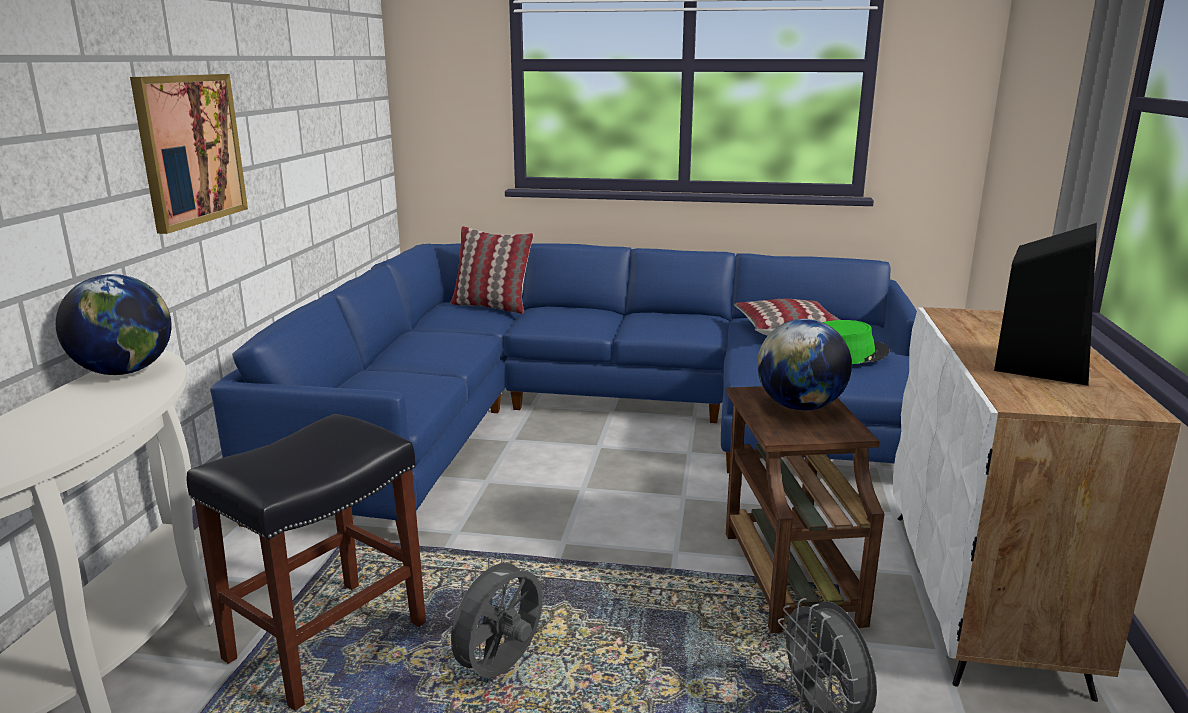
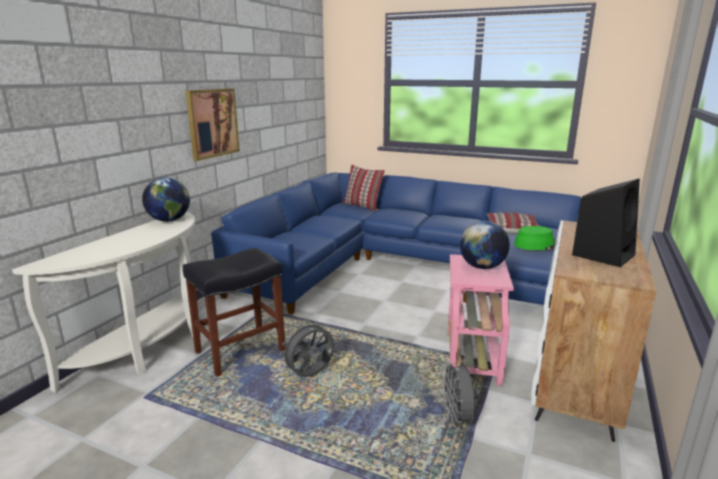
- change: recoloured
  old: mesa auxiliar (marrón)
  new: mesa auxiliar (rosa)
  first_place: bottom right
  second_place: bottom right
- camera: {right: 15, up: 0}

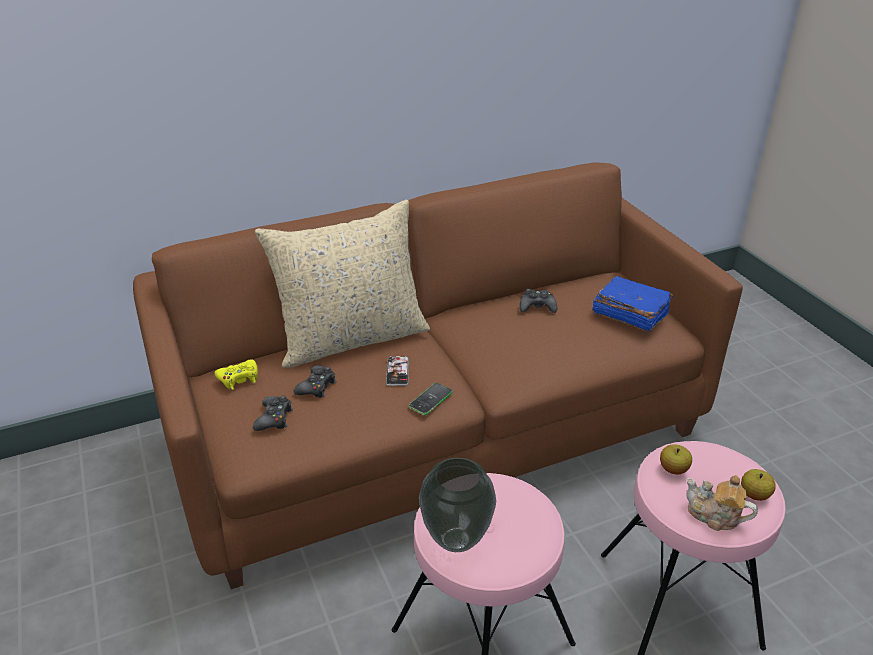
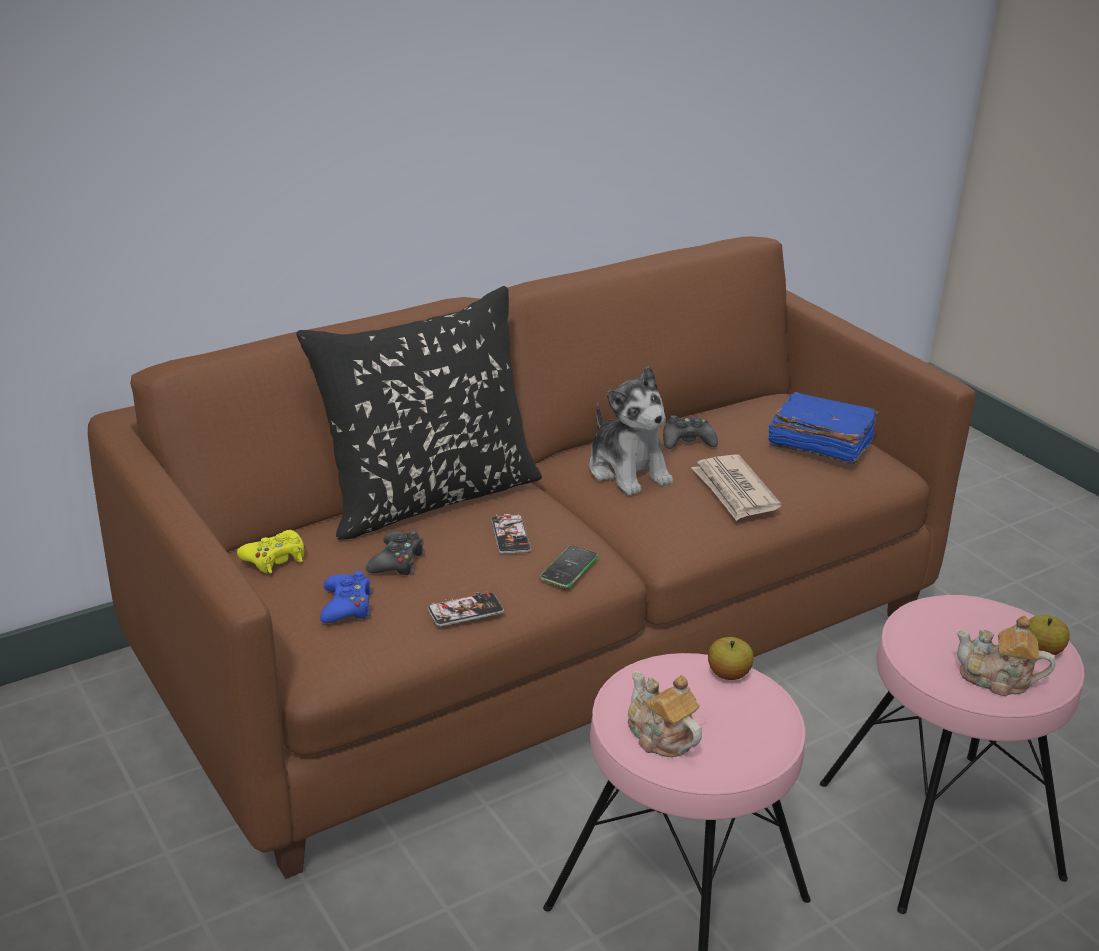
- change: added
  new: móvil (1st from left)
  second_place: centre
- change: added
  new: peluche
  second_place: centre
- change: added
  new: periódico
  second_place: middle right
- change: moved
  old: manzana (1st from left)
  first_place: bottom right
  second_place: bottom centre
- change: replaced
  old: florero
  new: tetera (1st from left)
  first_place: bottom centre
  second_place: bottom centre
- change: recoloured
  old: mando de consola (negro) (1st from left)
  new: mando de consola (azul)
  first_place: middle left
  second_place: middle left
- change: recoloured
  old: cojín (beis)
  new: cojín (negro)
  first_place: centre
  second_place: centre
- camera: {right: -10, up: -5}

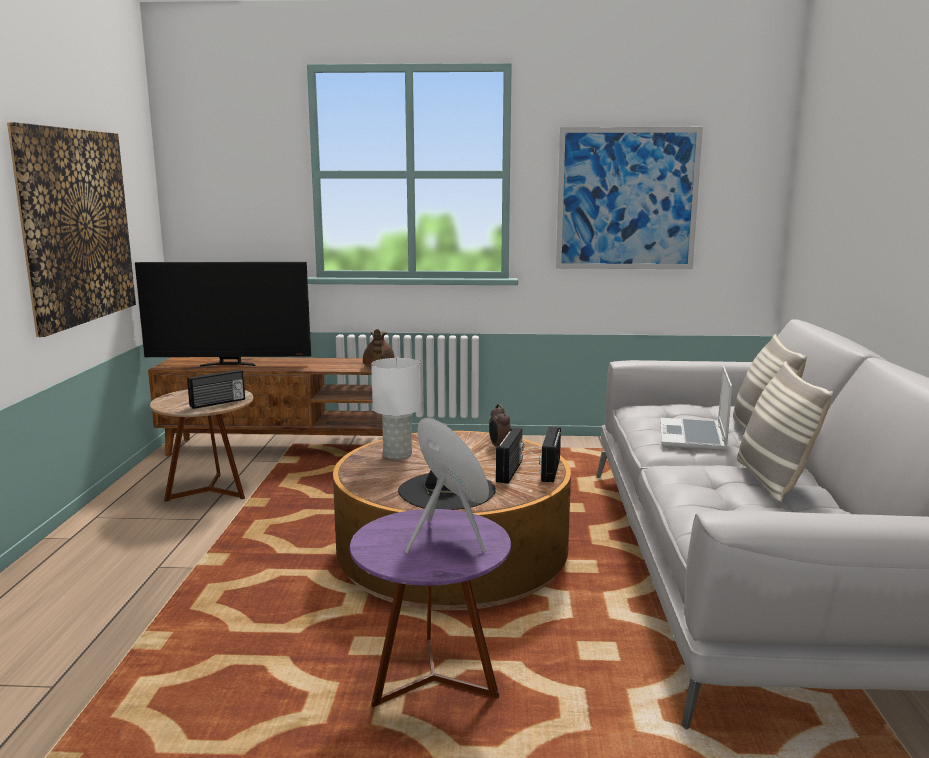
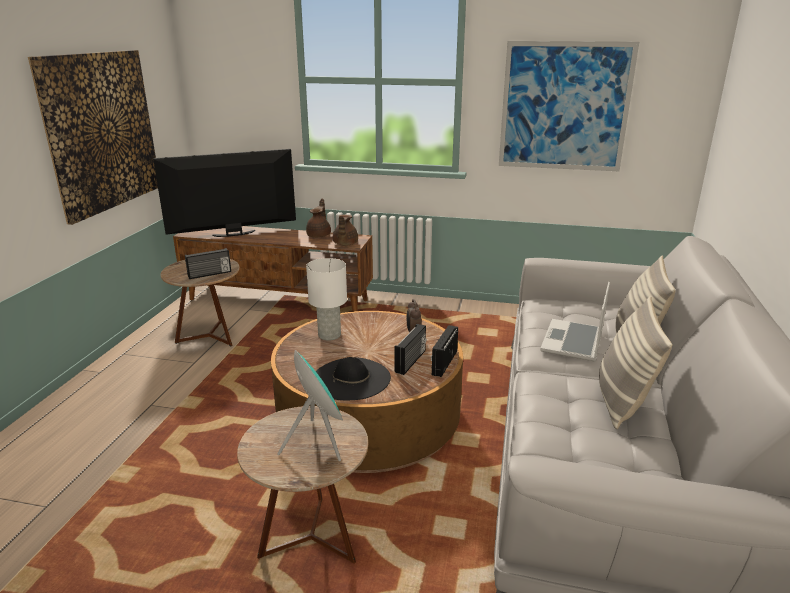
- change: added
  new: tetera (marrón) (1st from left)
  second_place: centre
- change: recoloured
  old: mesa auxiliar (morado)
  new: mesa auxiliar (marrón) (2nd from left)
  first_place: bottom centre
  second_place: bottom centre
- change: turned
  old: televisor
  first_place: middle left
  second_place: top left
  degrees: 150
- camera: {right: 10, up: 10}

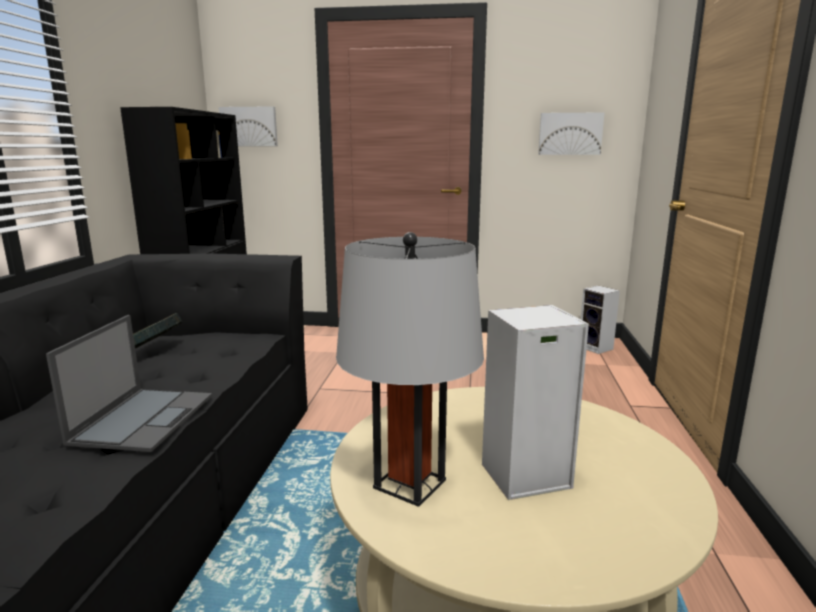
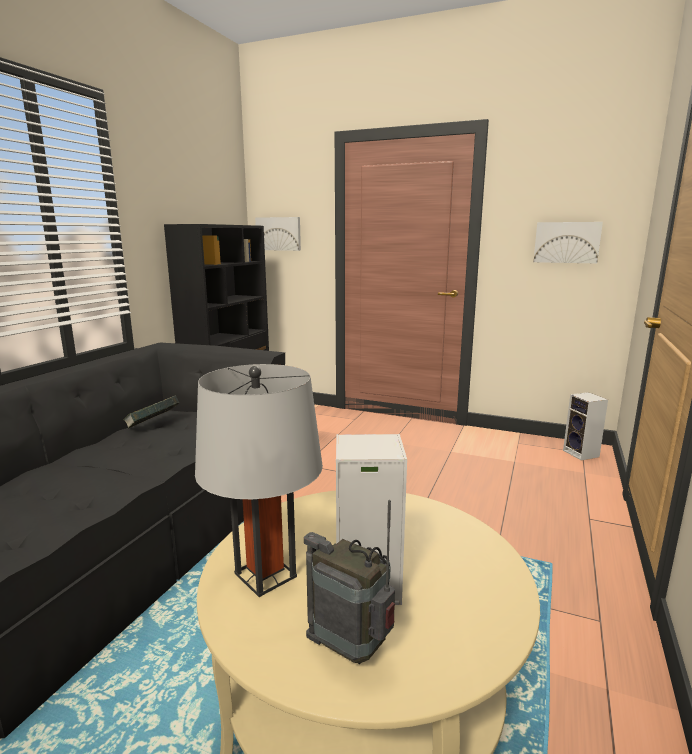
- change: removed
  old: portátil
  first_place: middle left
- change: added
  new: radio
  second_place: bottom centre
- camera: {right: 15, up: 0}

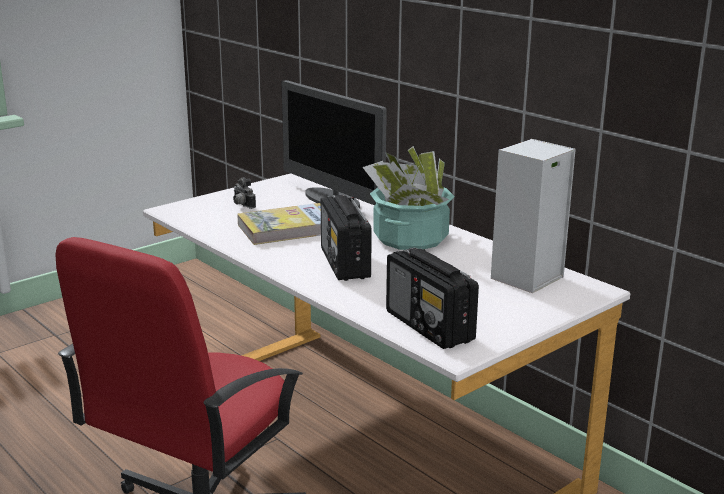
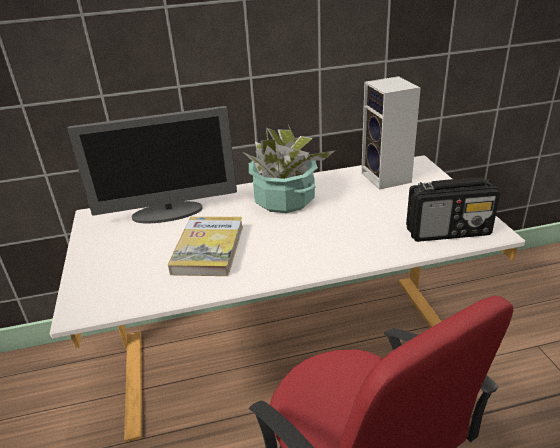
- change: removed
  old: cámara
  first_place: centre
- change: removed
  old: radio (1st from left)
  first_place: centre
- camera: {right: -60, up: 10}

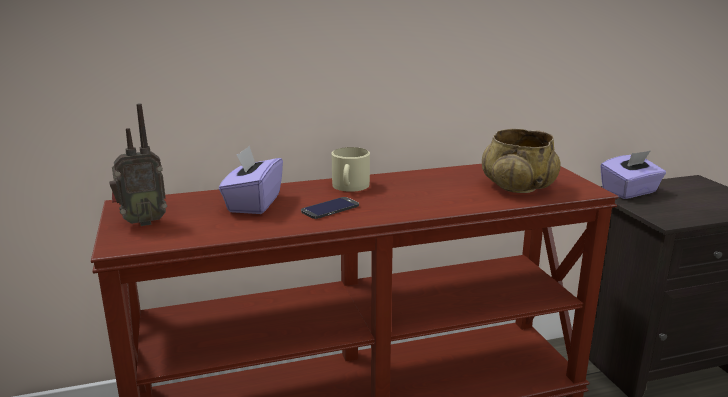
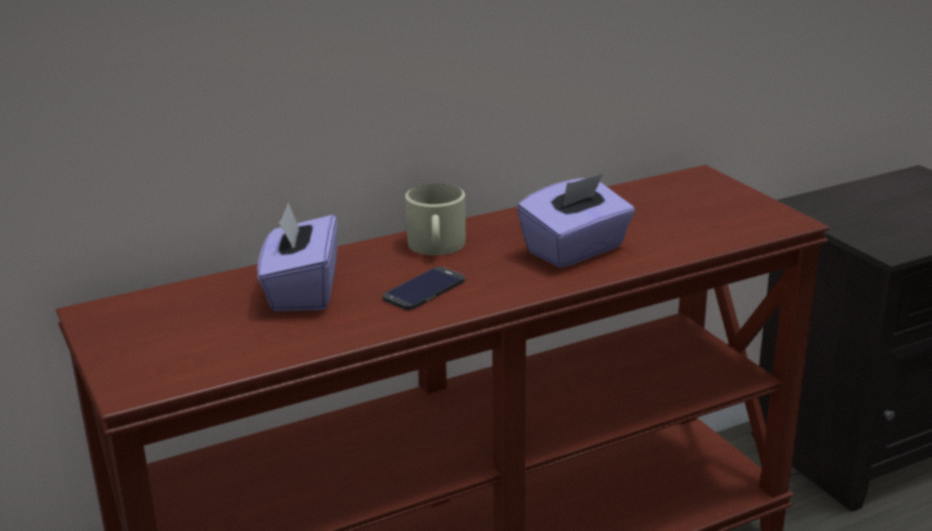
- change: removed
  old: radio
  first_place: middle left
- change: removed
  old: cuenco (beis)
  first_place: middle right
- change: moved
  old: caja de pañuelos (morado) (2nd from left)
  first_place: middle right
  second_place: centre
- camera: {right: -10, up: 5}

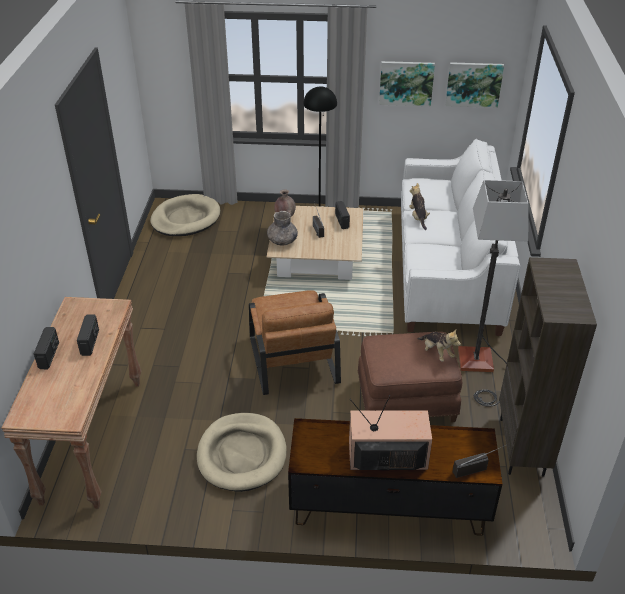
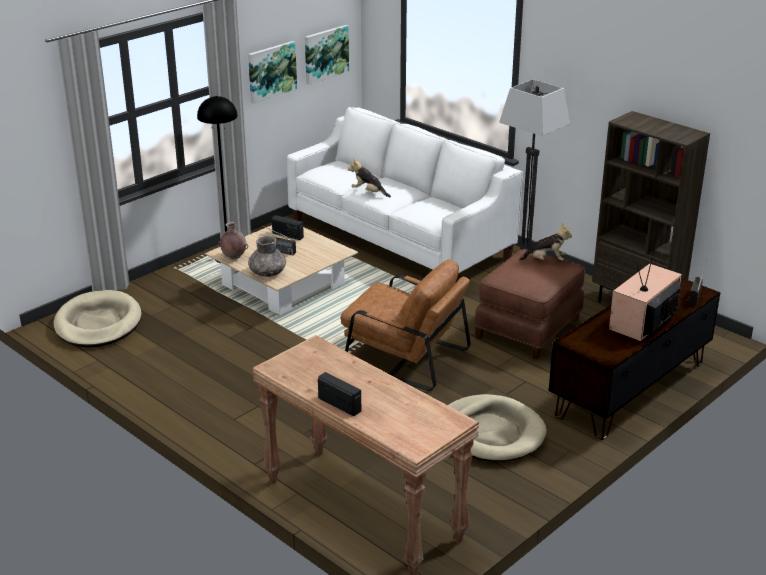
- change: removed
  old: radio (2nd from left)
  first_place: middle left
- camera: {right: -50, up: -10}

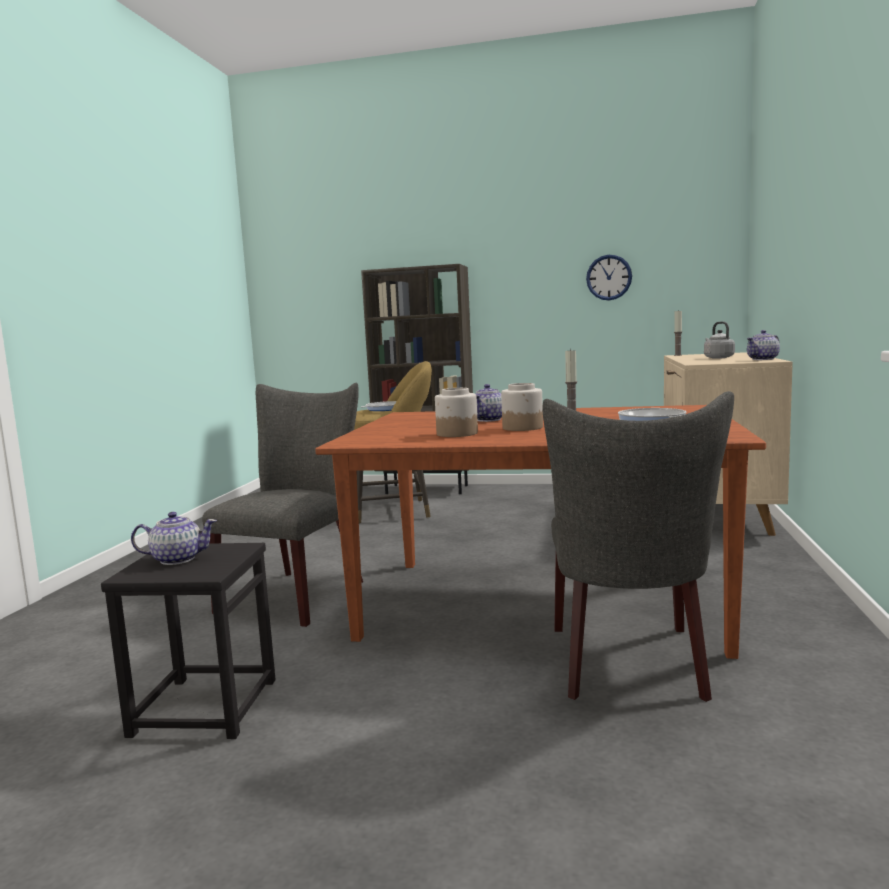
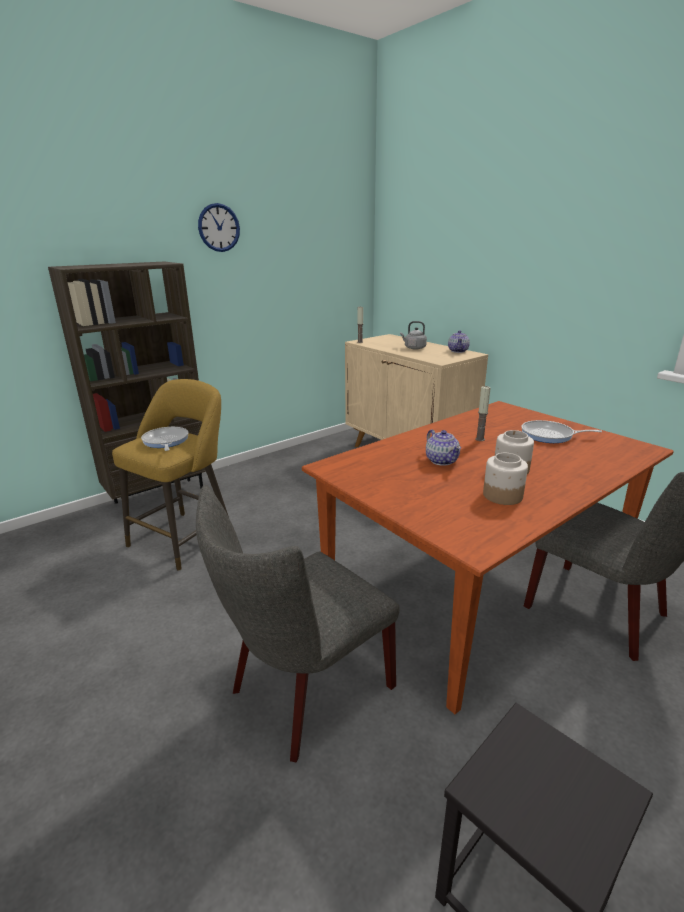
- change: removed
  old: tetera (1st from left)
  first_place: middle left
- change: moved
  old: reloj de pared
  first_place: top right
  second_place: top left
- change: turned
  old: silla (gris) (1st from left)
  first_place: middle left
  second_place: bottom centre
  degrees: -105
- camera: {right: -50, up: 15}

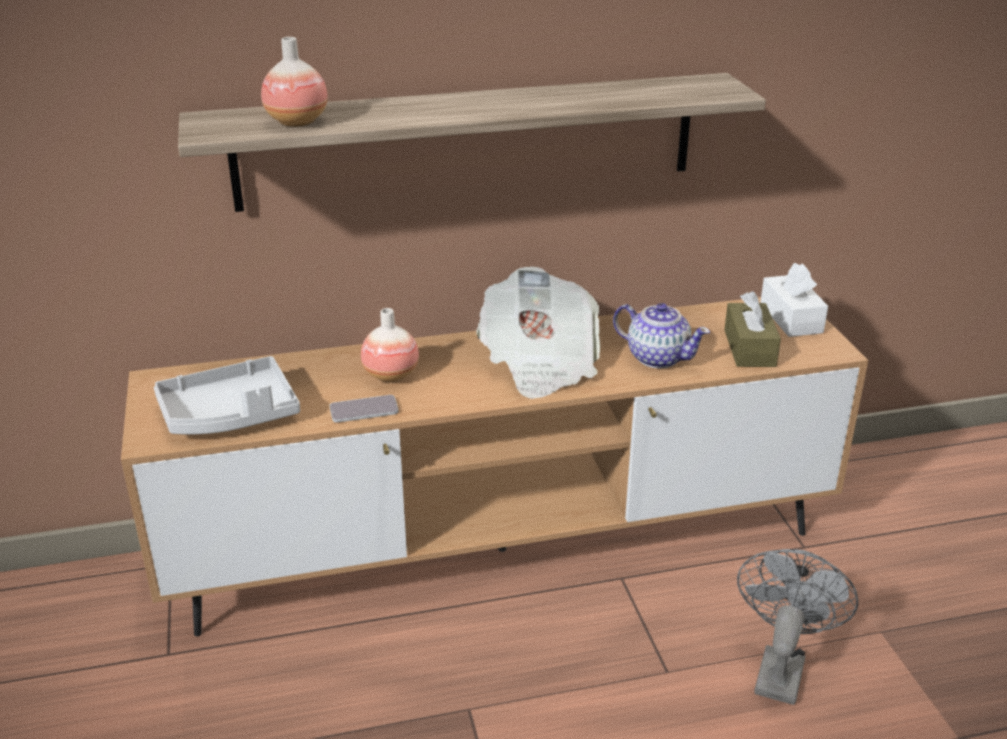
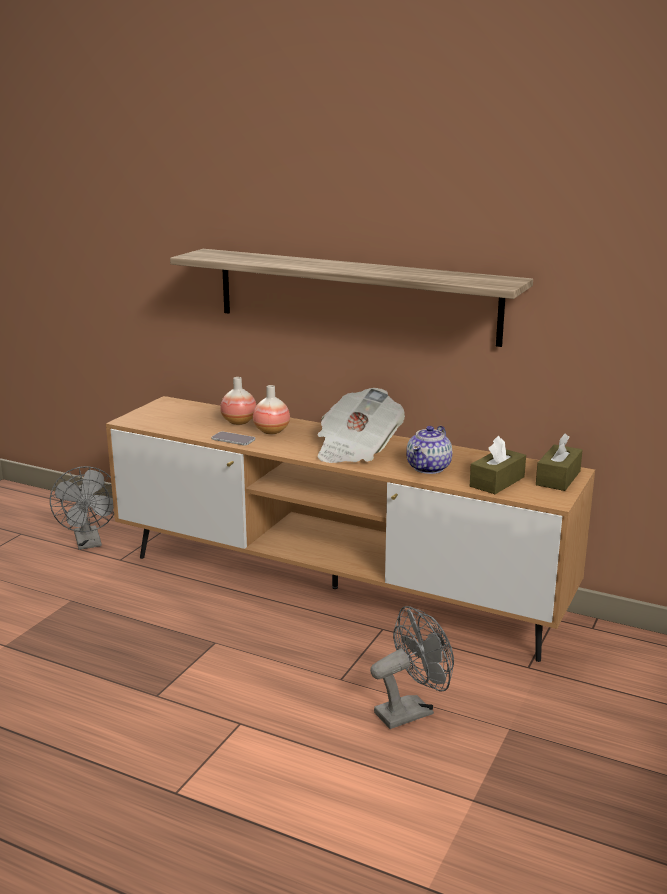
- change: removed
  old: bandeja (gris)
  first_place: middle left
- change: added
  new: ventilador (gris) (1st from left)
  second_place: middle left
- change: moved
  old: florero (1st from left)
  first_place: top left
  second_place: centre
- change: recoloured
  old: caja de pañuelos (blanco)
  new: caja de pañuelos (marrón) (2nd from left)
  first_place: middle right
  second_place: middle right
- change: turned
  old: tetera
  first_place: centre
  second_place: centre
  degrees: 45
- camera: {right: 40, up: -10}

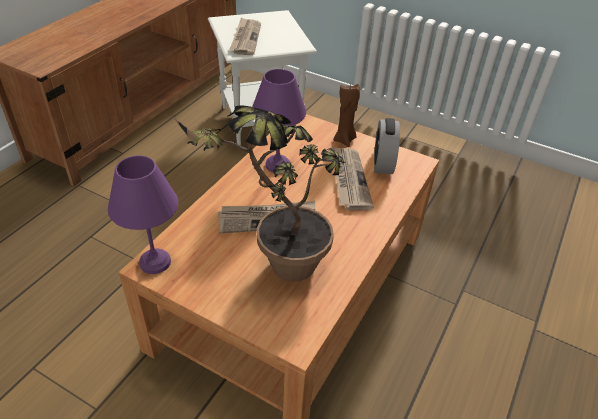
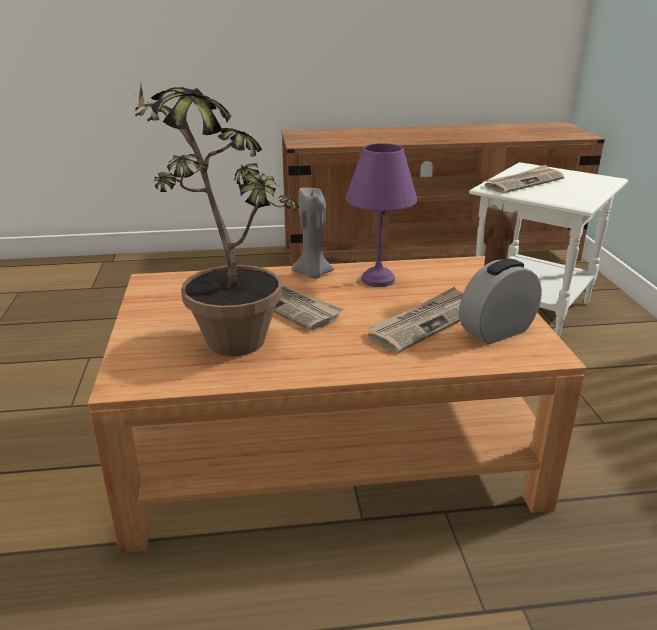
- change: removed
  old: lámpara de mesa (morado) (1st from left)
  first_place: middle left
- change: added
  new: vela (gris)
  second_place: centre
- camera: {right: 55, up: -15}

